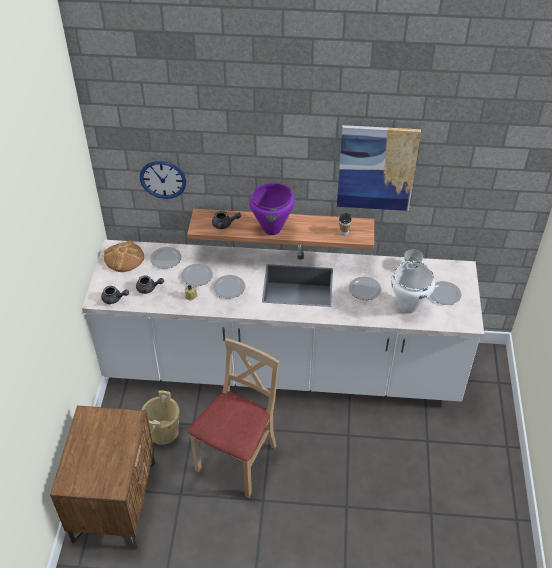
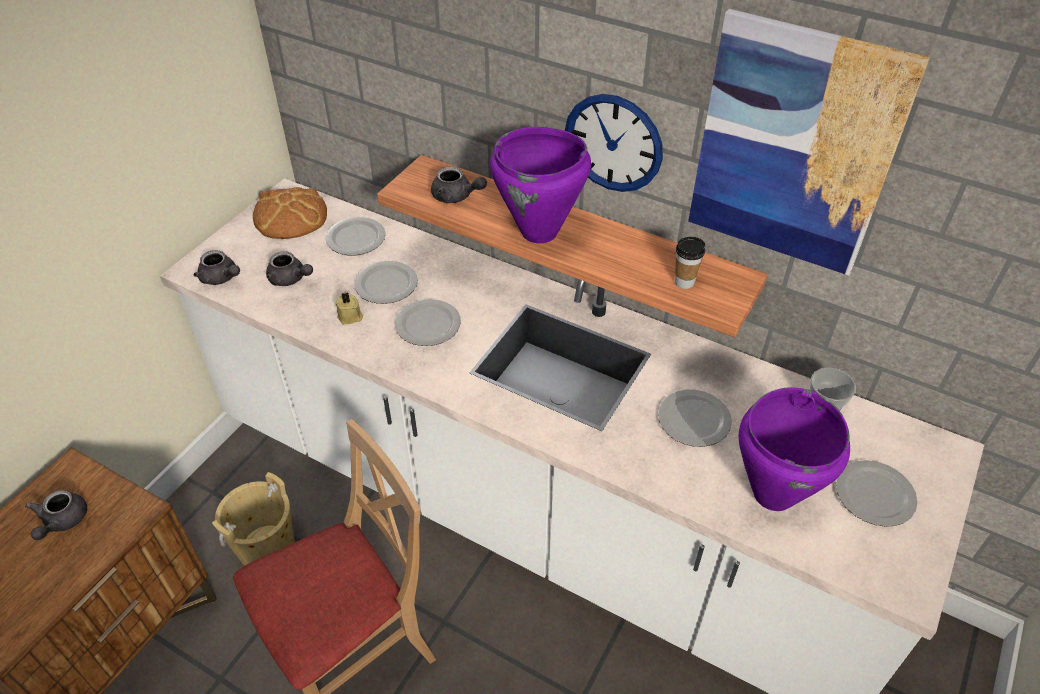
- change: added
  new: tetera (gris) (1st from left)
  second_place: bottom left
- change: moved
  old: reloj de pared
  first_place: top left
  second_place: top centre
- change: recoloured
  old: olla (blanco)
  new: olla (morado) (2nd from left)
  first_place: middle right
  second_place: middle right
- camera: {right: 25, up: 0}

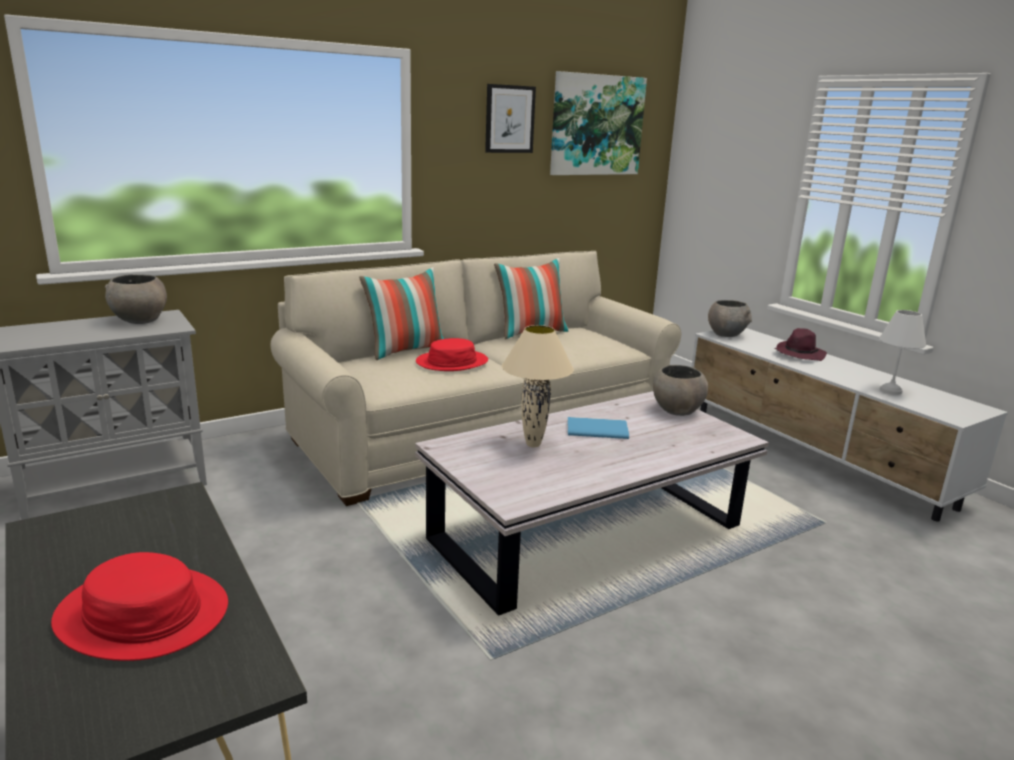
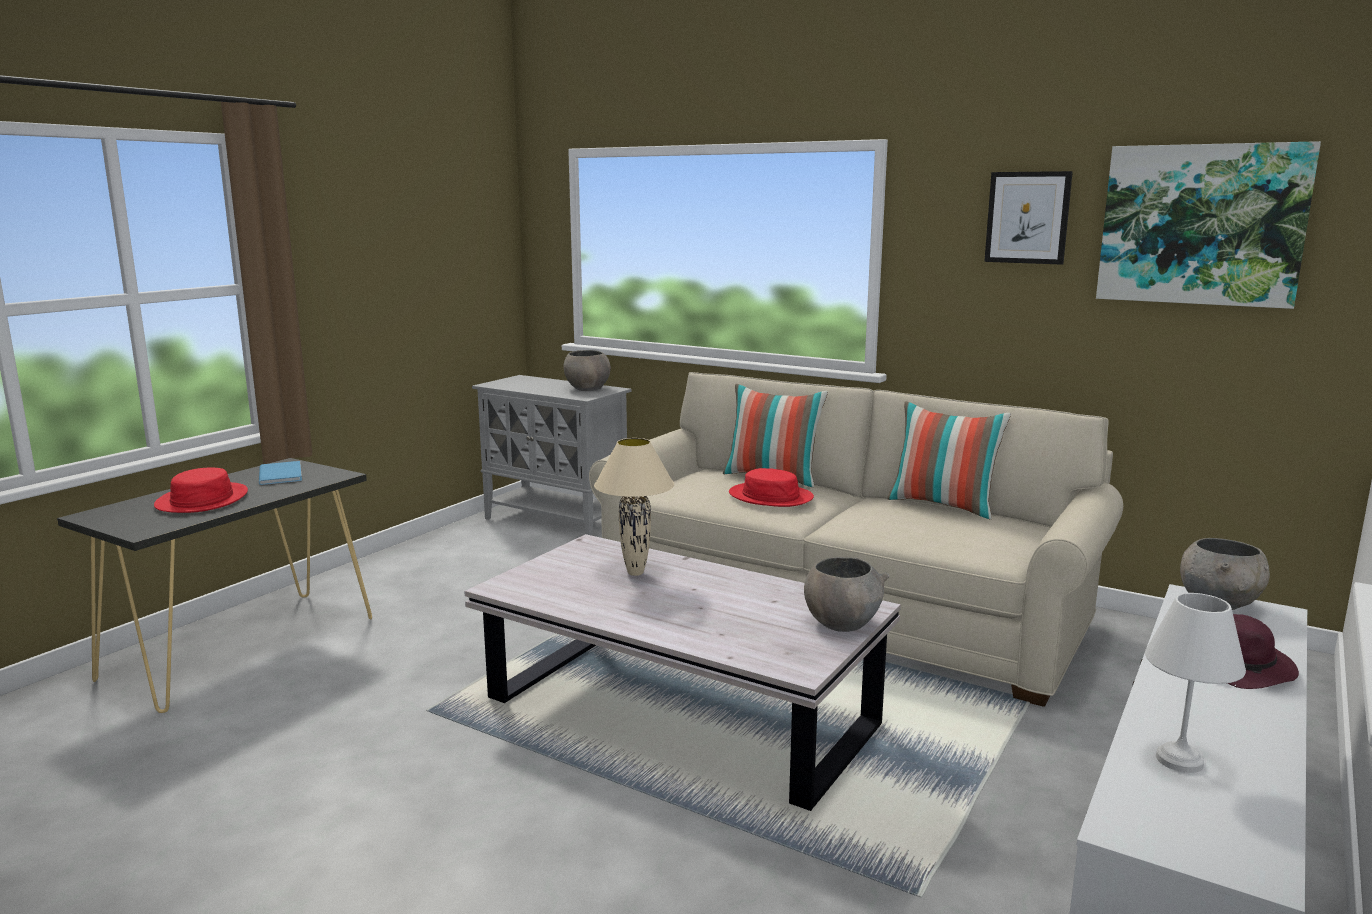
- change: moved
  old: libro (azul)
  first_place: centre
  second_place: middle left
- camera: {right: 65, up: -5}

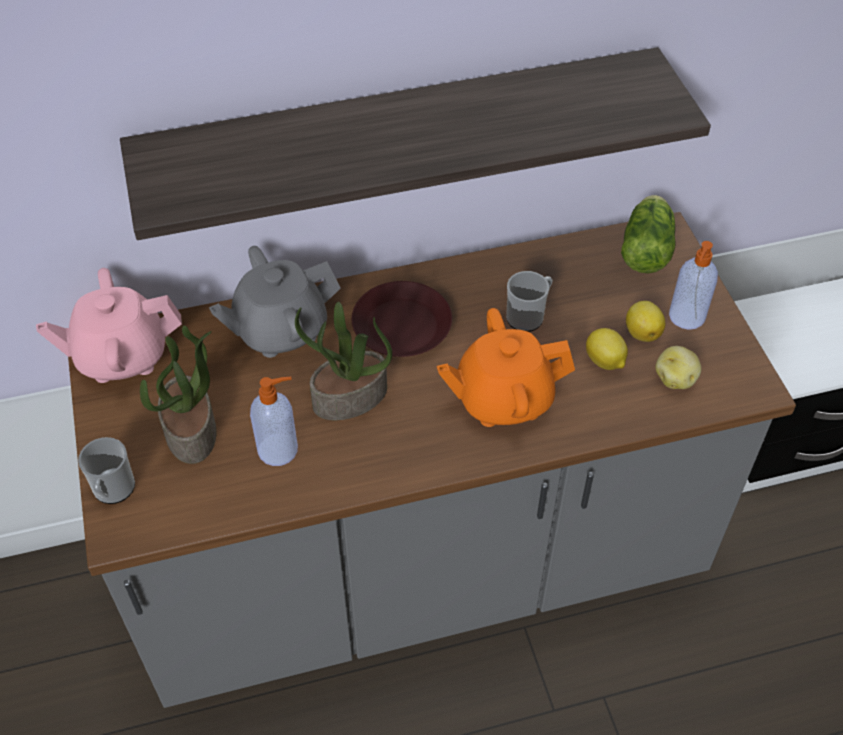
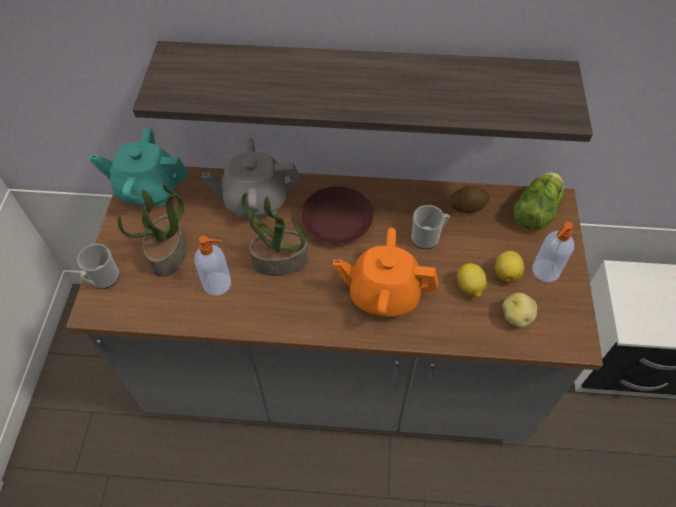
- change: added
  new: patata (1st from left)
  second_place: middle right
- change: recoloured
  old: tetera (rosa)
  new: tetera (turquesa)
  first_place: middle left
  second_place: top left
- camera: {right: 20, up: 5}

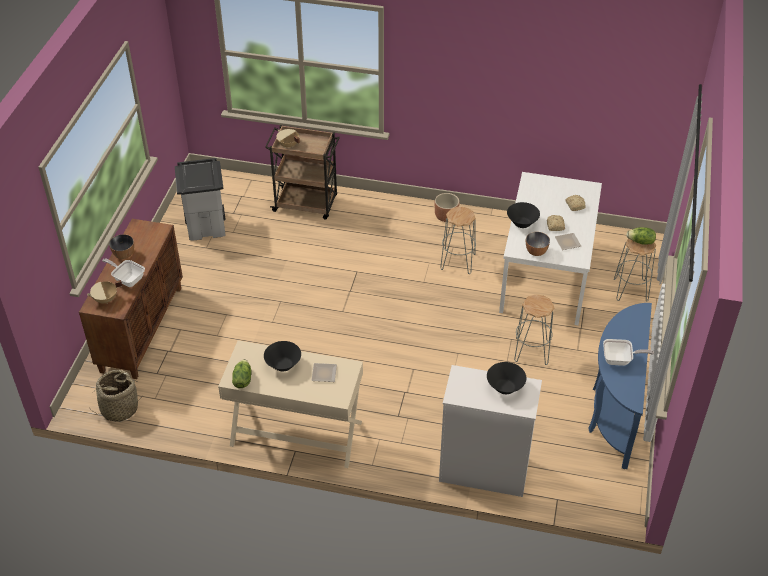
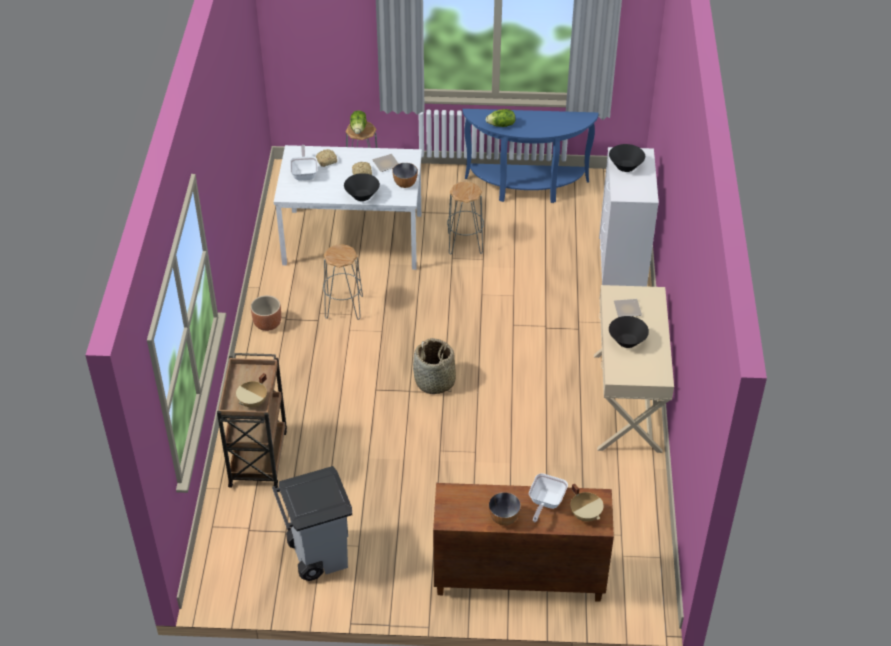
- change: moved
  old: cesta
  first_place: bottom left
  second_place: centre
- change: moved
  old: lechuga (1st from left in the first image)
  new: lechuga (2nd from left)
  first_place: middle left
  second_place: top centre
- change: moved
  old: sartén (2nd from left in the first image)
  new: sartén (1st from left)
  first_place: middle right
  second_place: top centre
- camera: {right: -100, up: 0}

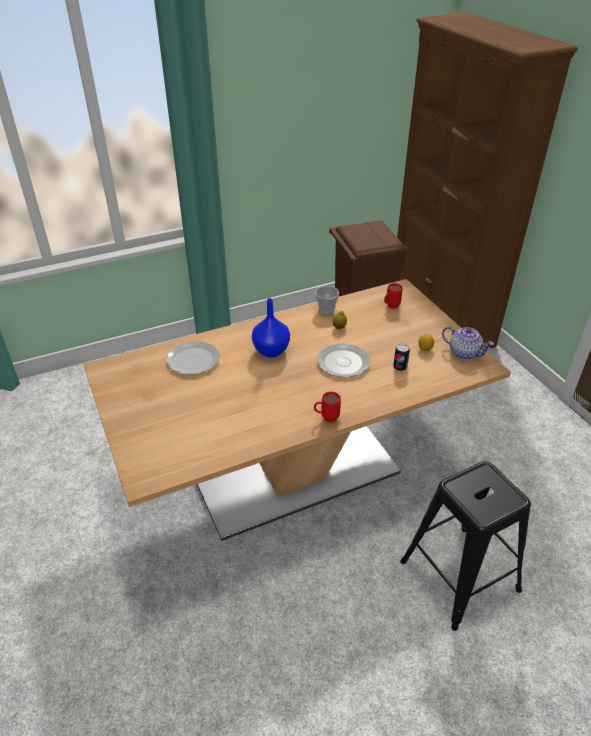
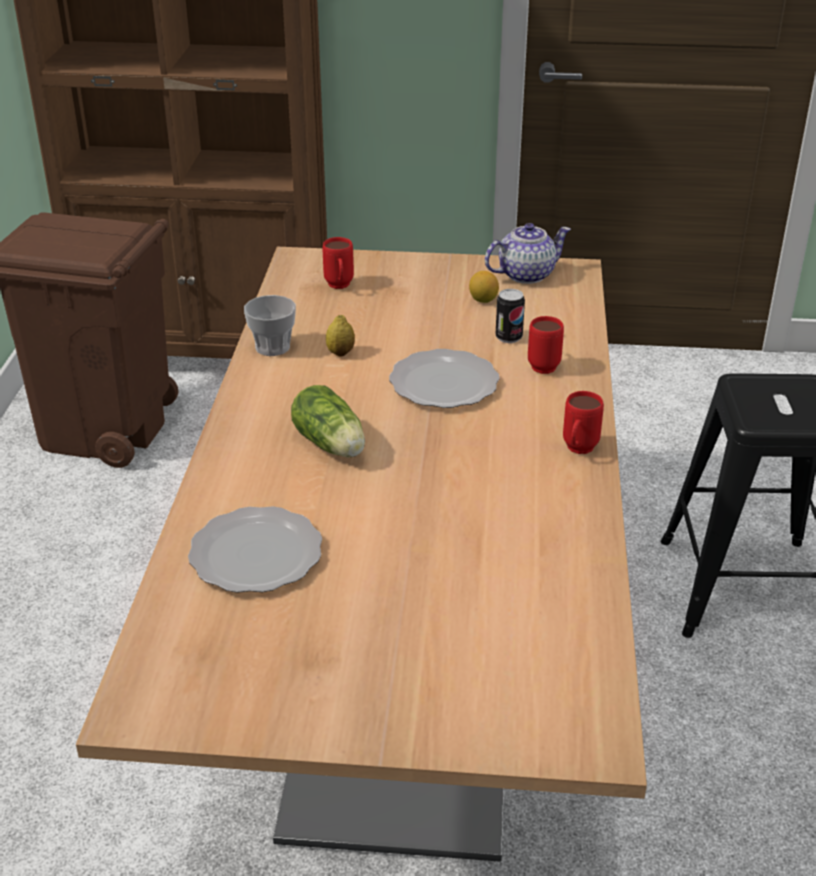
- change: added
  new: taza grande (rojo) (2nd from left)
  second_place: middle right
- change: replaced
  old: florero (azul)
  new: lechuga
  first_place: centre
  second_place: centre
- camera: {right: -60, up: -5}

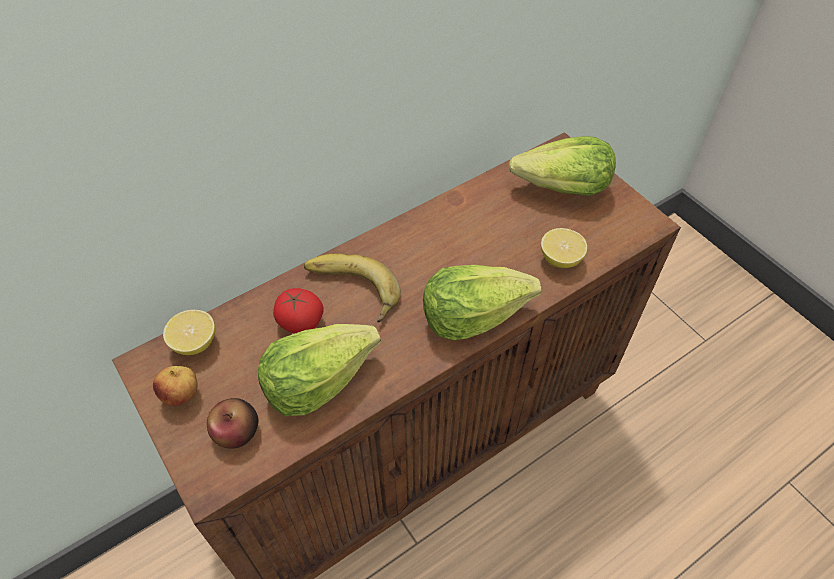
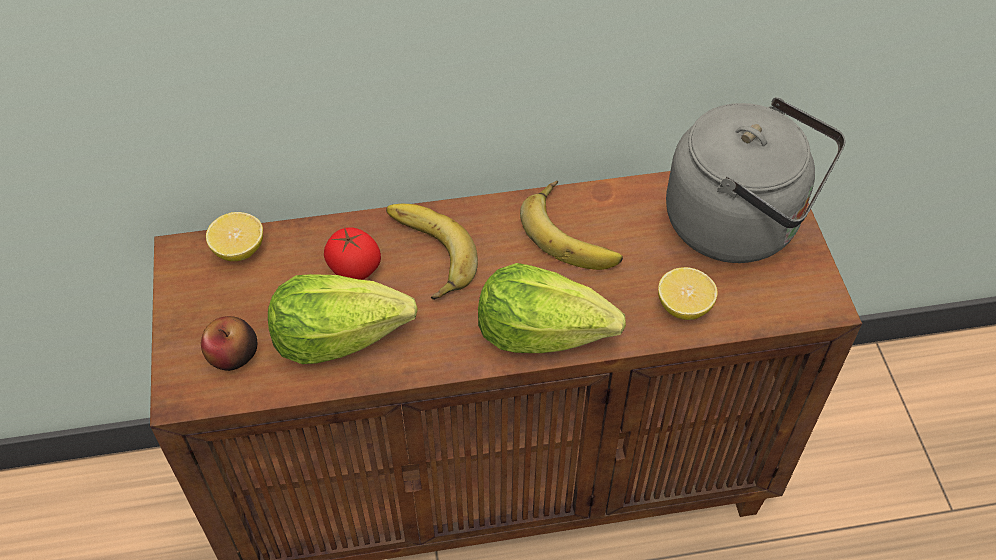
- change: removed
  old: manzana (1st from left)
  first_place: bottom left
- change: added
  new: plátano (2nd from left)
  second_place: centre
- change: replaced
  old: lechuga (3rd from left)
  new: hervidor (gris)
  first_place: top right
  second_place: top right
- camera: {right: 25, up: 0}

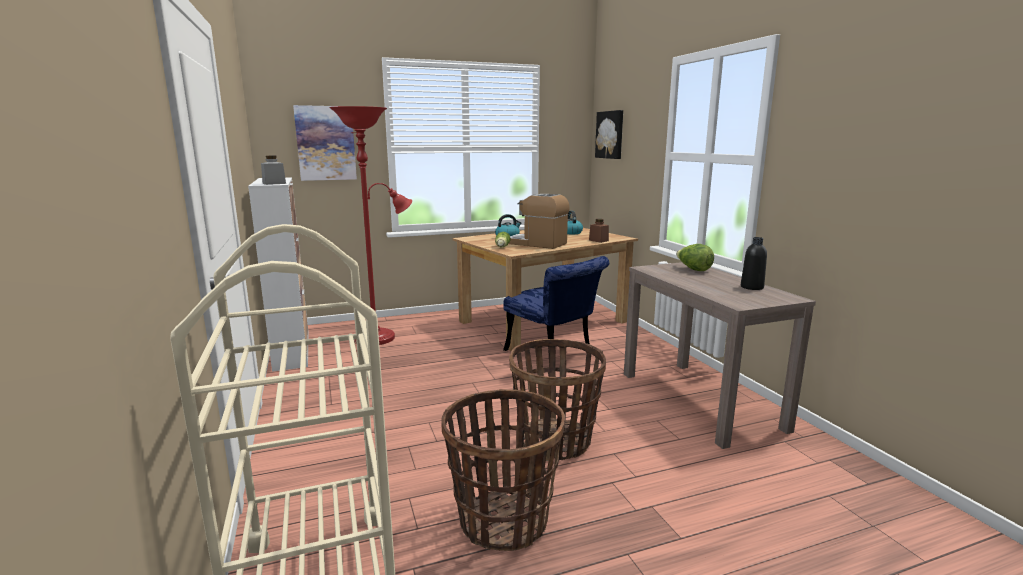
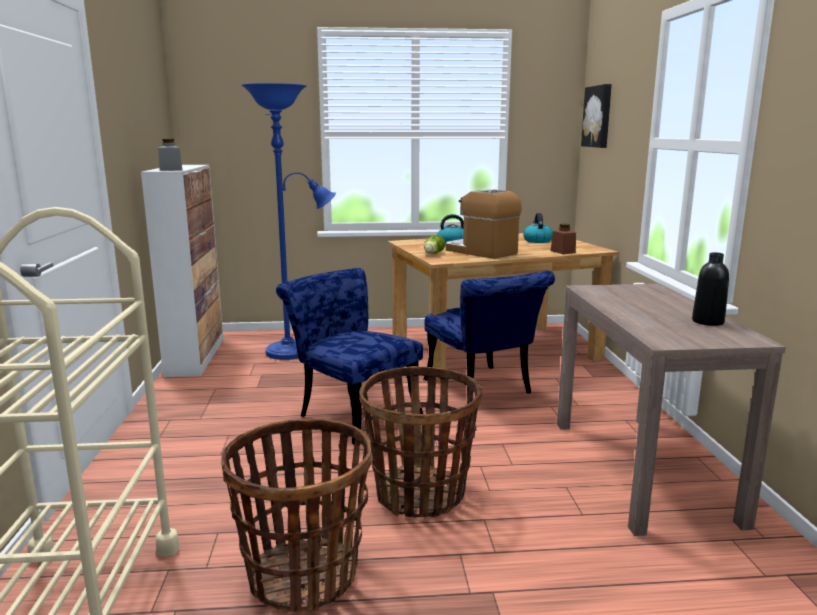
- change: removed
  old: cuadro (1st from left)
  first_place: top left
- change: removed
  old: lechuga (2nd from left)
  first_place: middle right
- change: added
  new: silla (azul) (1st from left)
  second_place: centre
- change: recoloured
  old: lámpara de pie (rojo)
  new: lámpara de pie (azul)
  first_place: centre
  second_place: centre
- camera: {right: 15, up: 0}

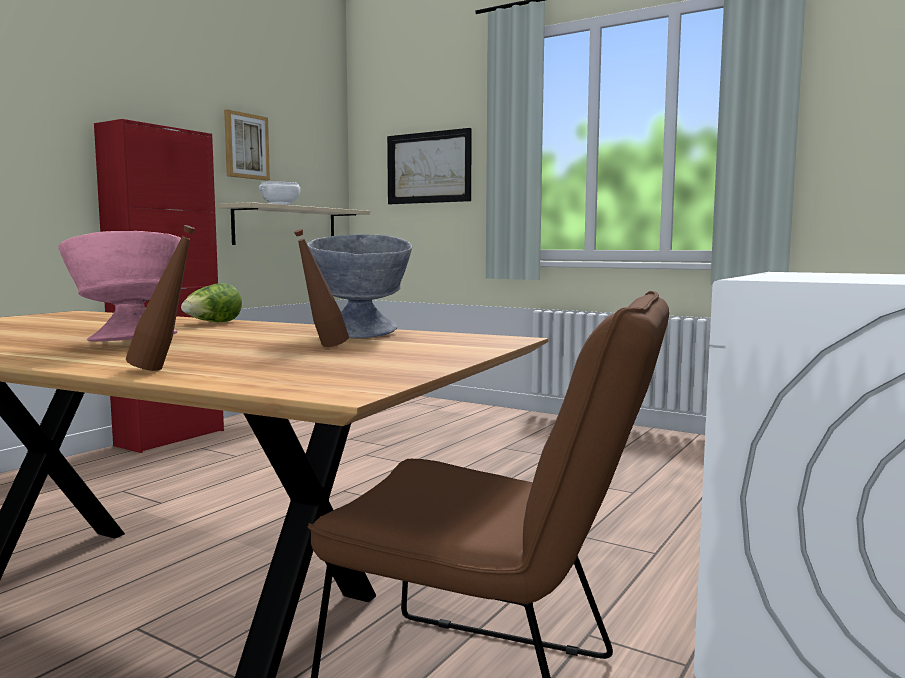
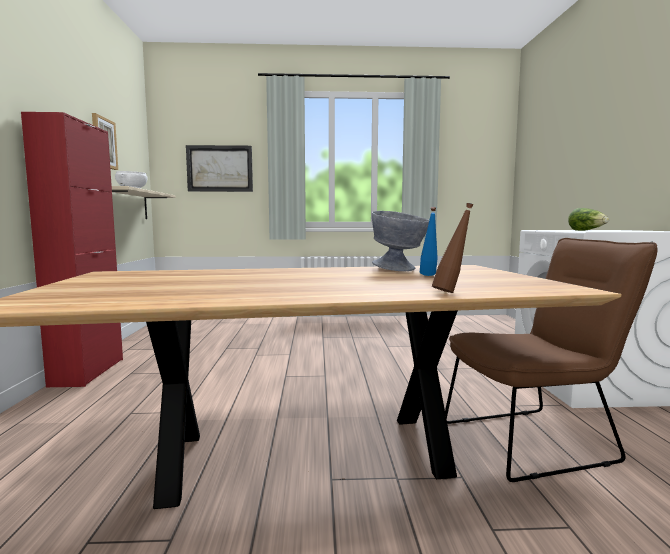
- change: removed
  old: cuenco (rosa)
  first_place: middle left
- change: moved
  old: lechuga
  first_place: middle left
  second_place: middle right
- change: recoloured
  old: botella (marrón) (2nd from left)
  new: botella (azul)
  first_place: centre
  second_place: centre
- camera: {right: -35, up: 0}

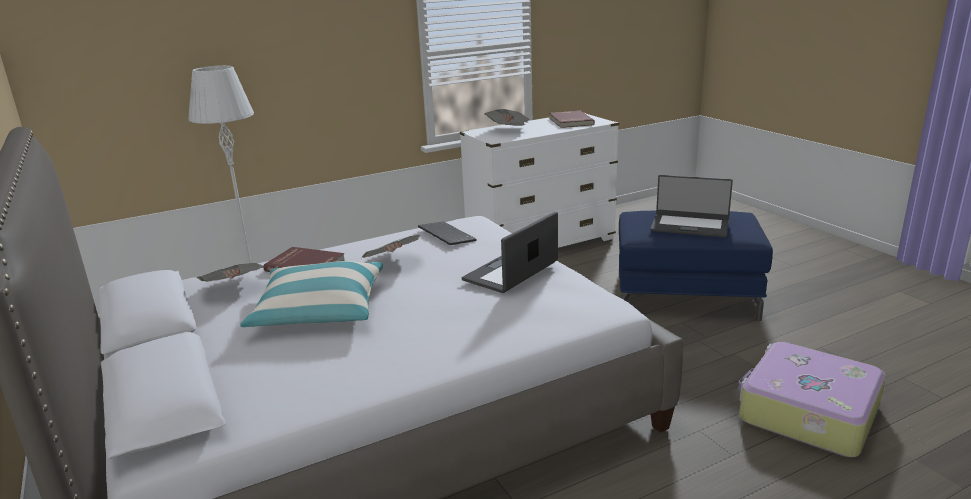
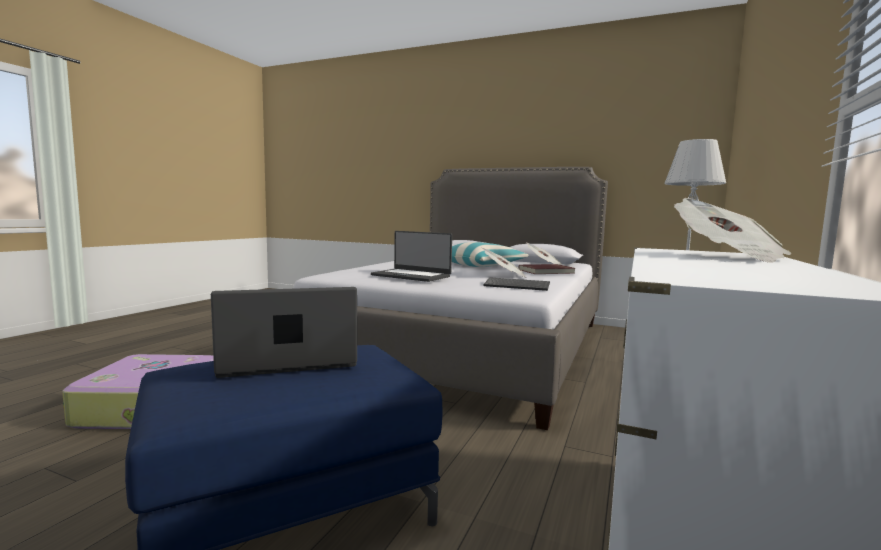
- change: removed
  old: libro (rojo) (2nd from left)
  first_place: top centre
- change: turned
  old: portátil (1st from left in the first image)
  first_place: centre
  second_place: centre
  degrees: 120
- camera: {right: 140, up: -15}

